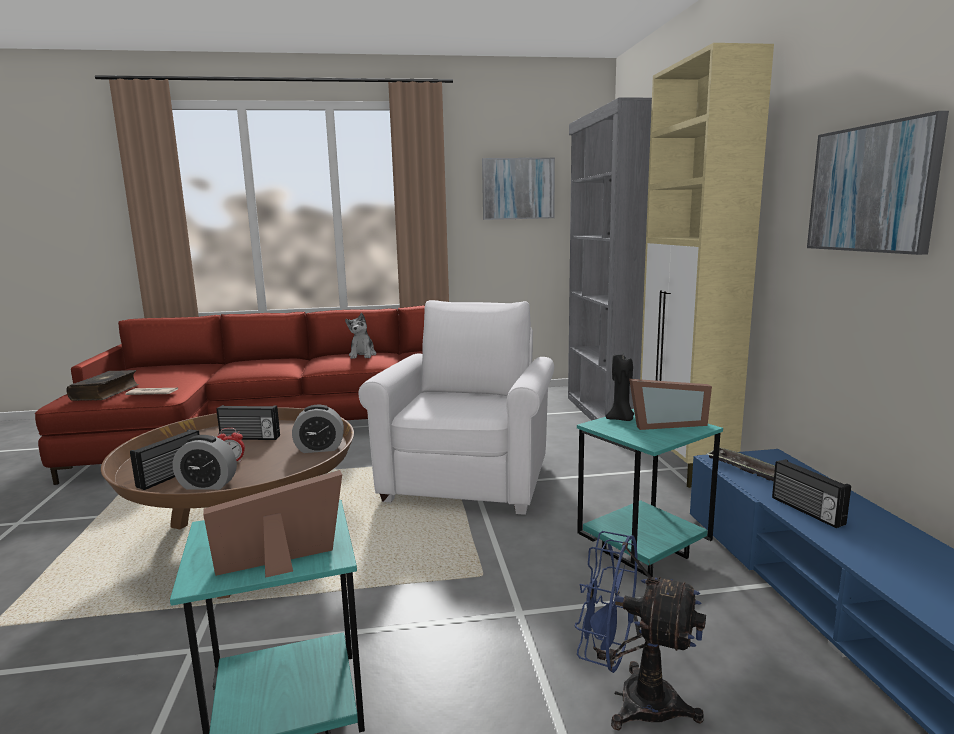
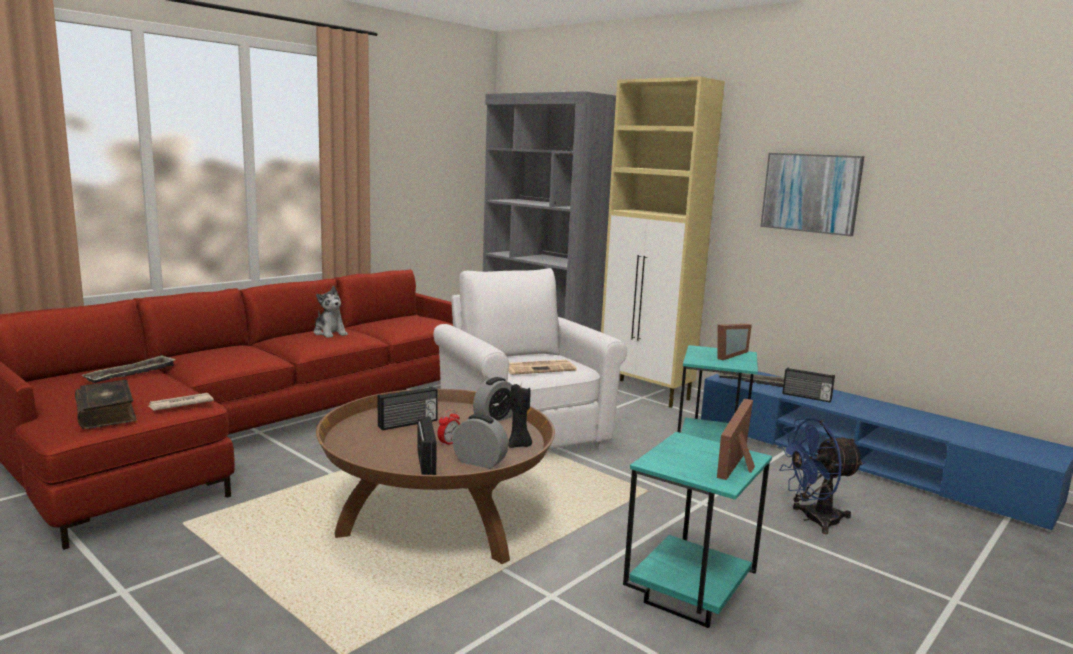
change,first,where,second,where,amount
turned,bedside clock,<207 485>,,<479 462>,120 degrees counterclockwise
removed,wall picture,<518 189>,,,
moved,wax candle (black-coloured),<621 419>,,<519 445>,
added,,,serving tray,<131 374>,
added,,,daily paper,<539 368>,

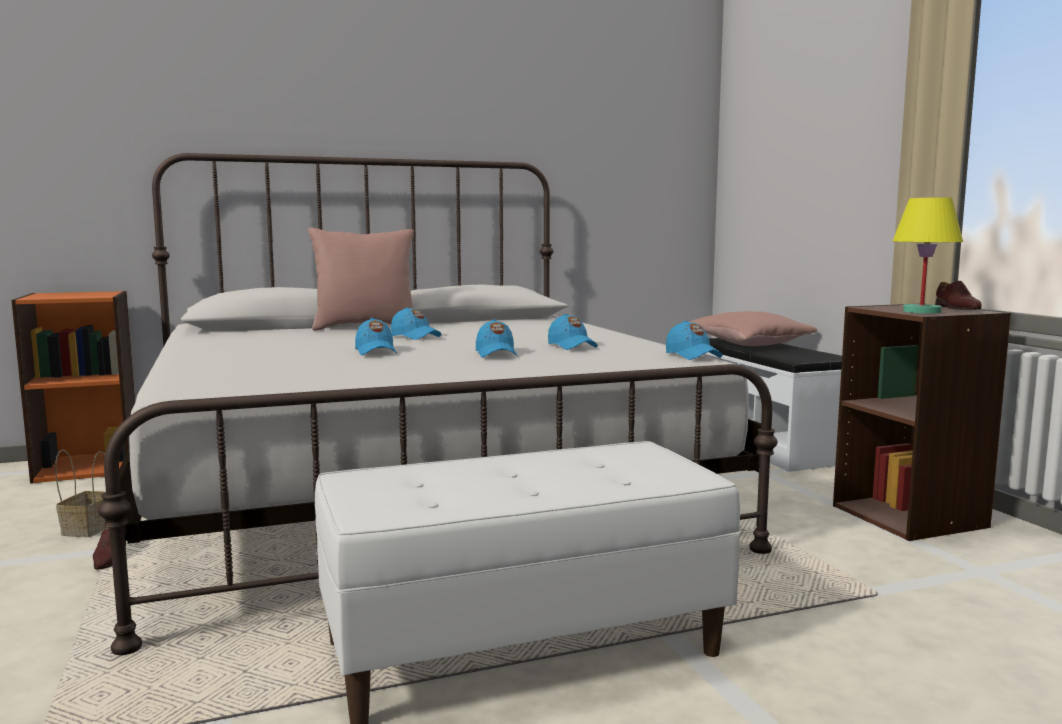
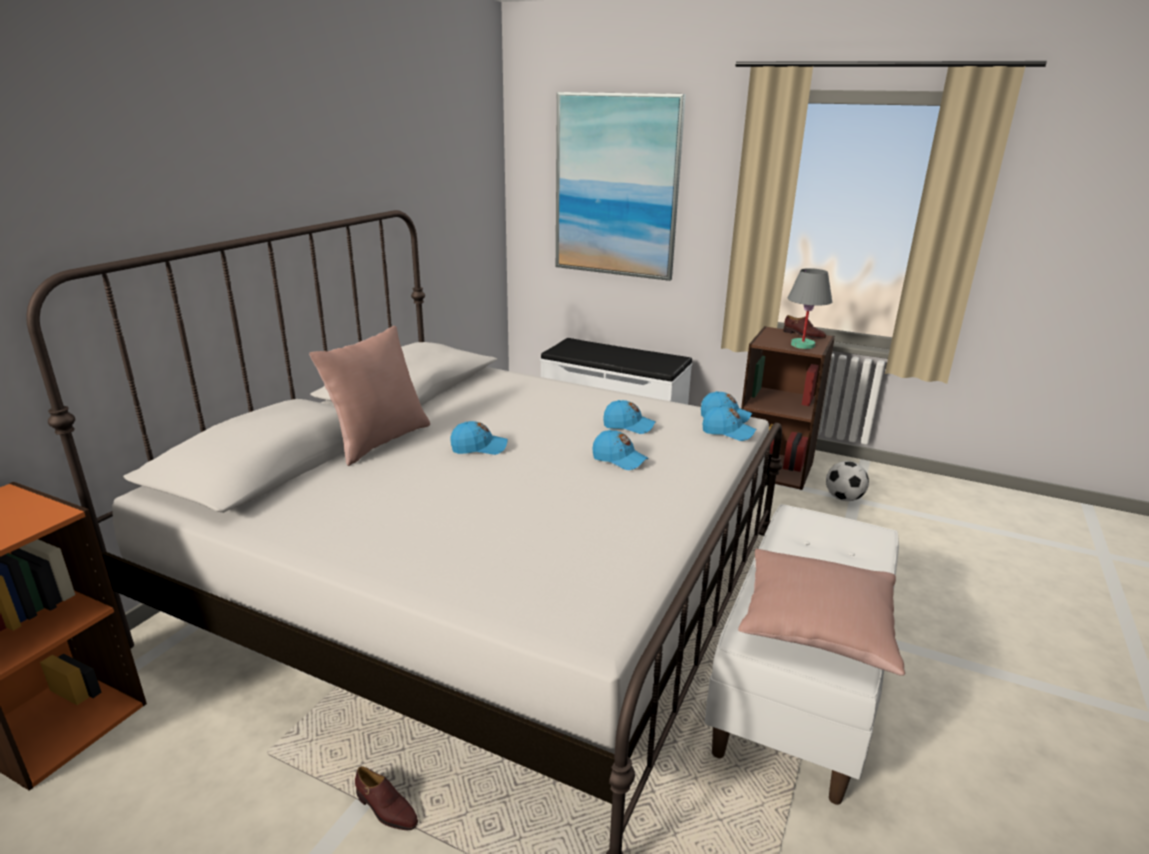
change,first,where,second,where,amount
removed,storage basket,<88 528>,,,
moved,baseball cap (bluish),<375 352>,,<728 432>,
moved,cushion (pink-coloured),<749 344>,,<816 625>,
recoloured,table lamp (yellow),<922 311>,table lamp (greyish),<802 345>,
added,,,wall picture,<616 187>,
added,,,football,<843 498>,

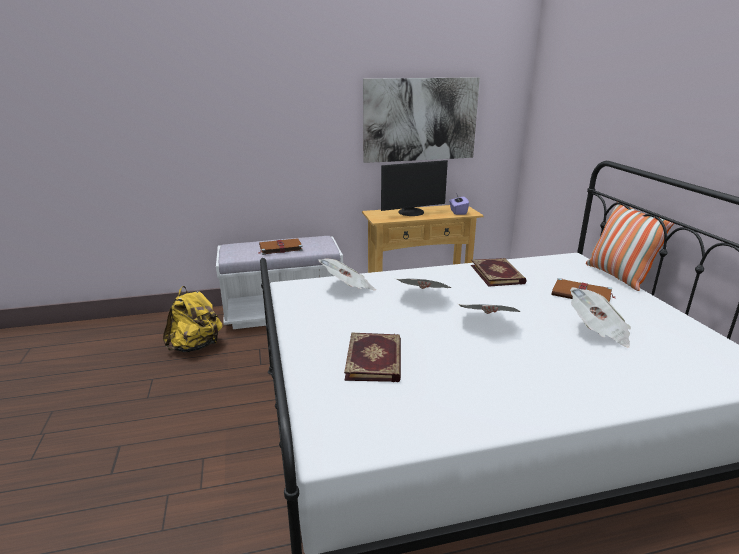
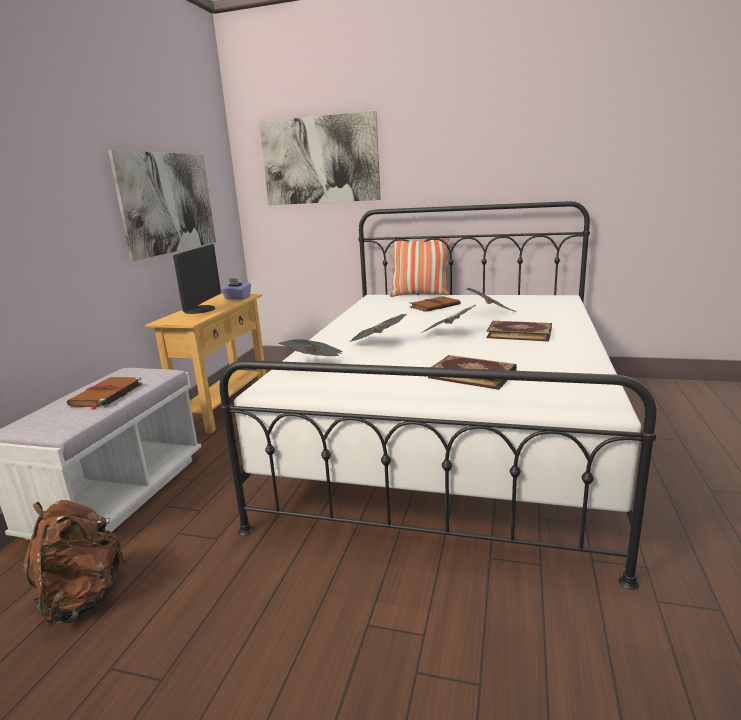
change,first,where,second,where,amount
recoloured,knapsack (yellow),<196 346>,knapsack (brown-coloured),<83 598>,
moved,volume,<498 274>,,<519 333>,
added,,,wall picture,<320 160>,

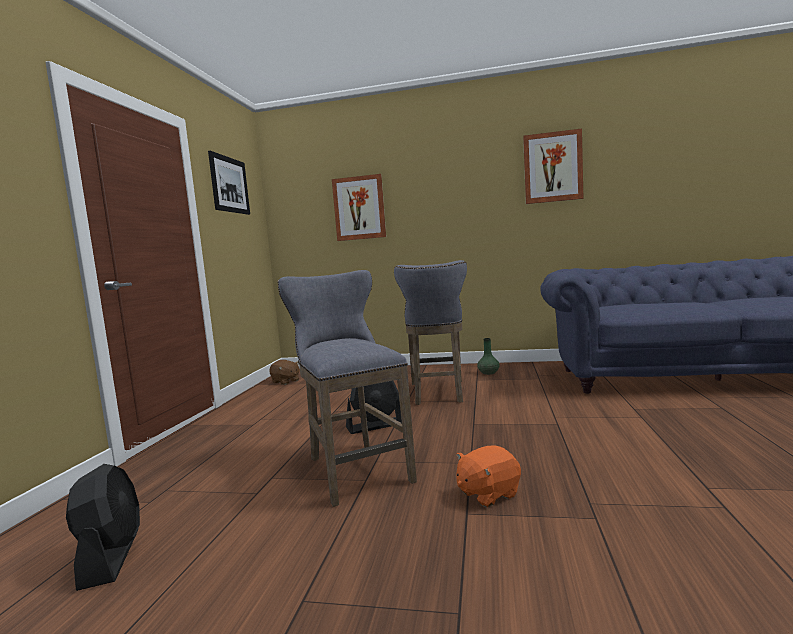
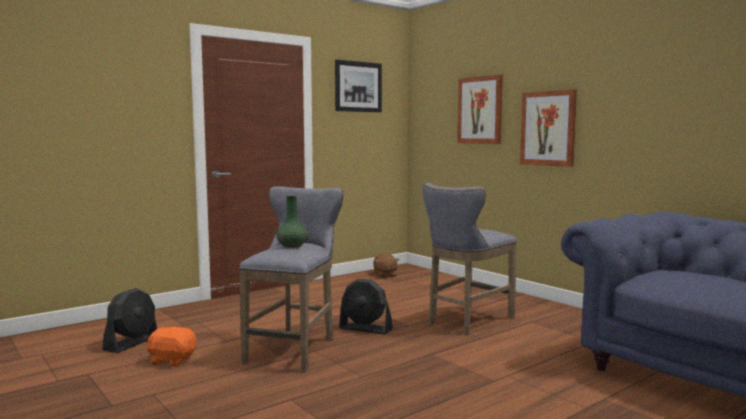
change,first,where,second,where,amount
moved,plush toy (orange),<487 493>,,<172 360>,
moved,flower vase (green),<488 373>,,<291 246>,
moved,wall picture,<552 167>,,<548 128>,

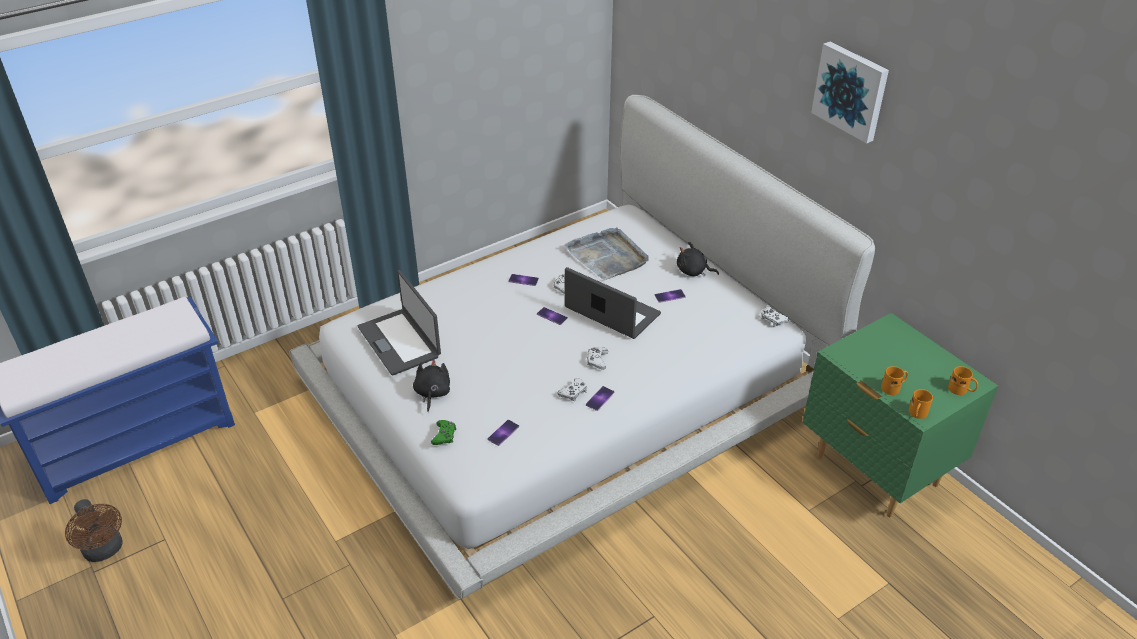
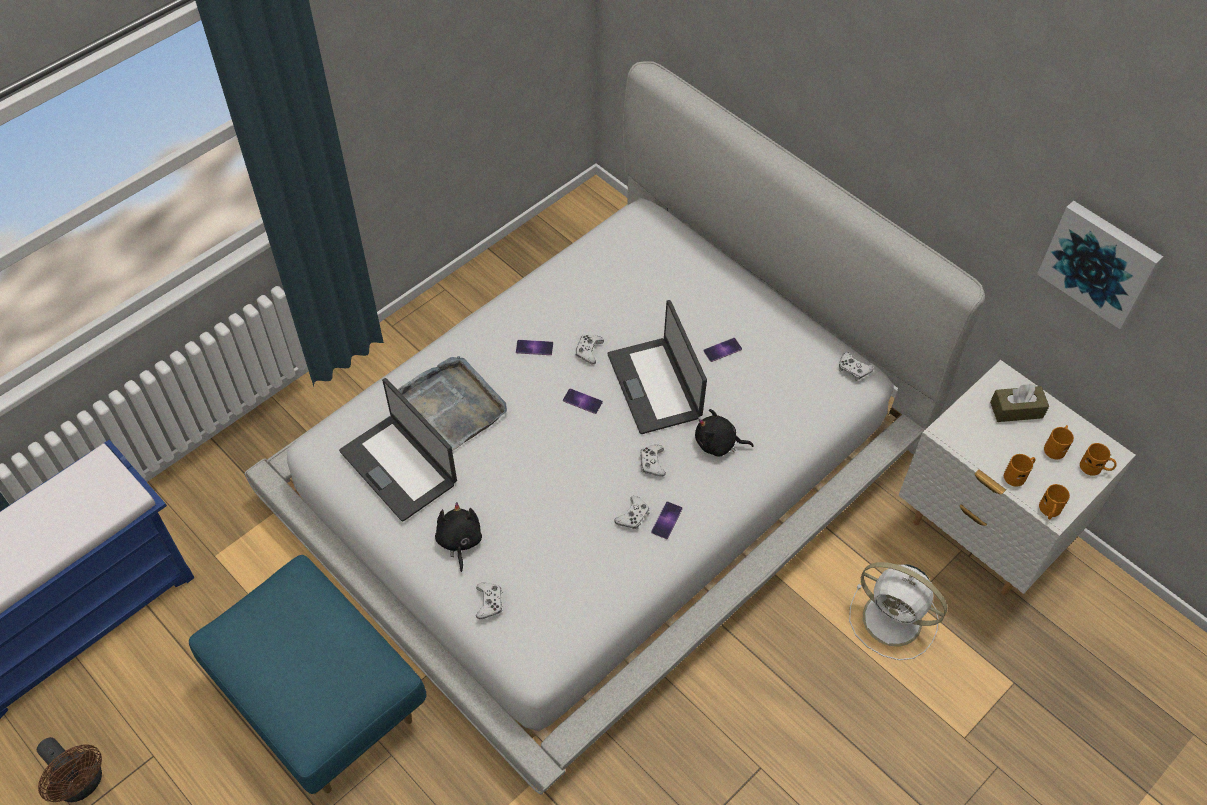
change,first,where,second,where,amount
recoloured,gamepad (green),<444 435>,gamepad (whitish),<489 602>,
removed,handset,<503 433>,,,
moved,serving tray (greyish),<608 256>,,<451 406>,
turned,notebook computer,<611 312>,,<655 385>,135 degrees counterclockwise
moved,plush toy (black-coloured),<693 271>,,<718 444>,
recoloured,bedside table (green),<875 471>,bedside table (whitish),<982 534>,
moved,wall picture,<851 91>,,<1100 262>,
added,,,pouffe (bluish),<322 699>,
added,,,fan (whitish),<894 620>,
added,,,tissue box (brown-coloured),<1016 410>,
added,,,coffee mug (orange),<1056 446>,

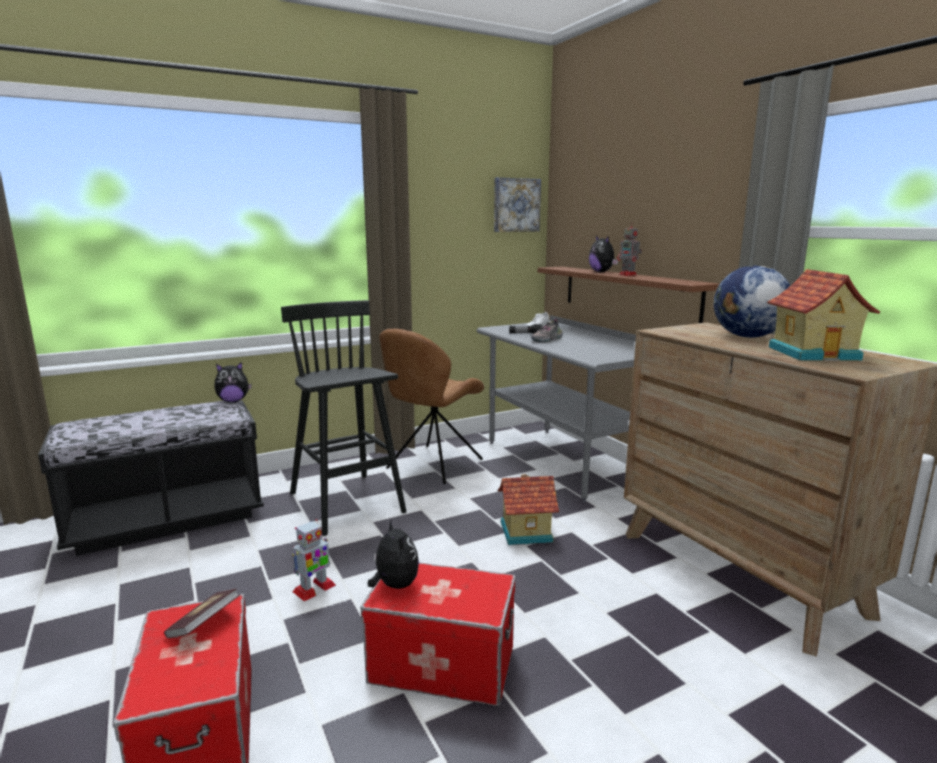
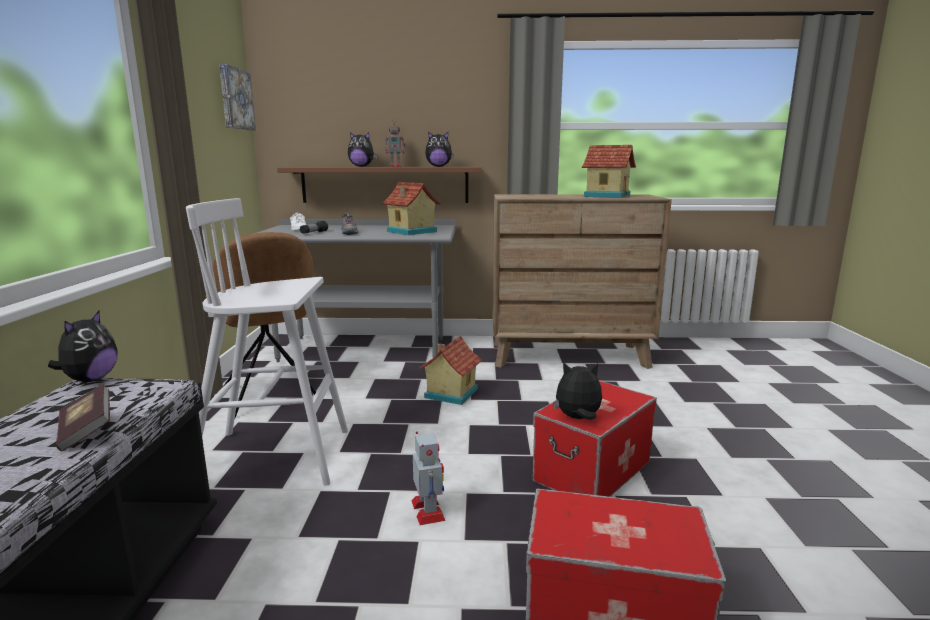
change,first,where,second,where,amount
moved,volume,<204 625>,,<87 431>,
recoloured,stool seat (black-coloured),<347 504>,stool seat (whitish),<277 457>,
removed,desk globe,<747 336>,,,
added,,,miniature house,<410 232>,
added,,,plush toy,<438 166>,

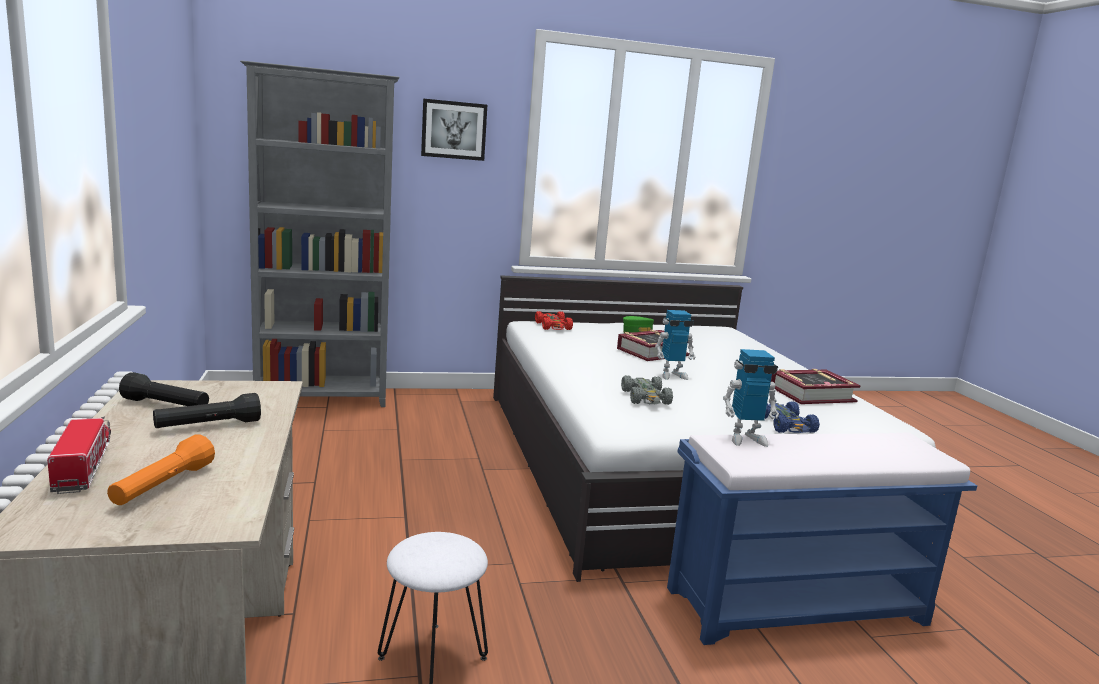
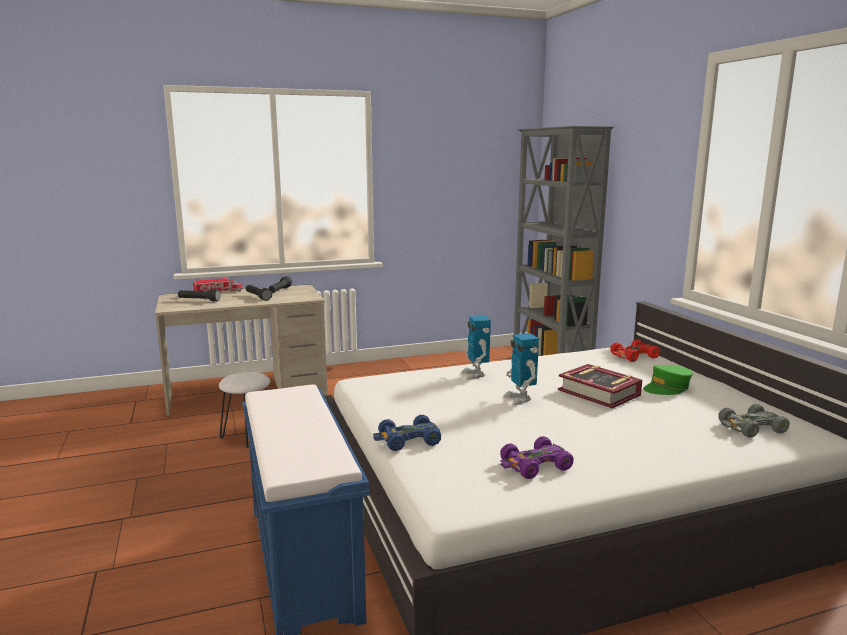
change,first,where,second,where,amount
recoloured,hand torch (orange),<162 486>,hand torch (black-coloured),<199 300>,
removed,wall picture,<454 130>,,,
moved,toy car (greyish),<646 398>,,<751 428>,
moved,robot figure,<745 438>,,<475 375>,
replaced,volume,<811 394>,toy car (purple-coloured),<535 466>,

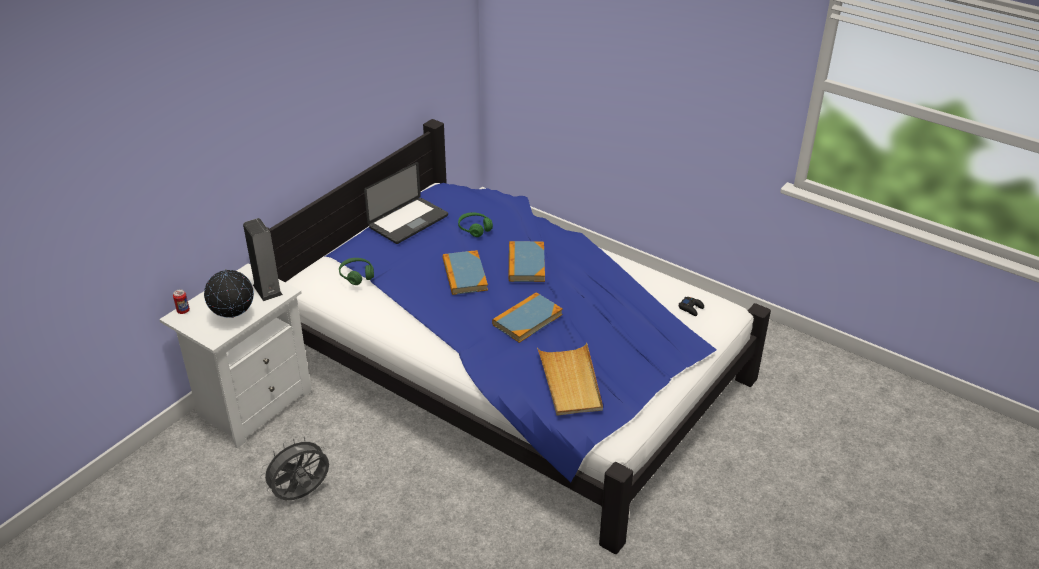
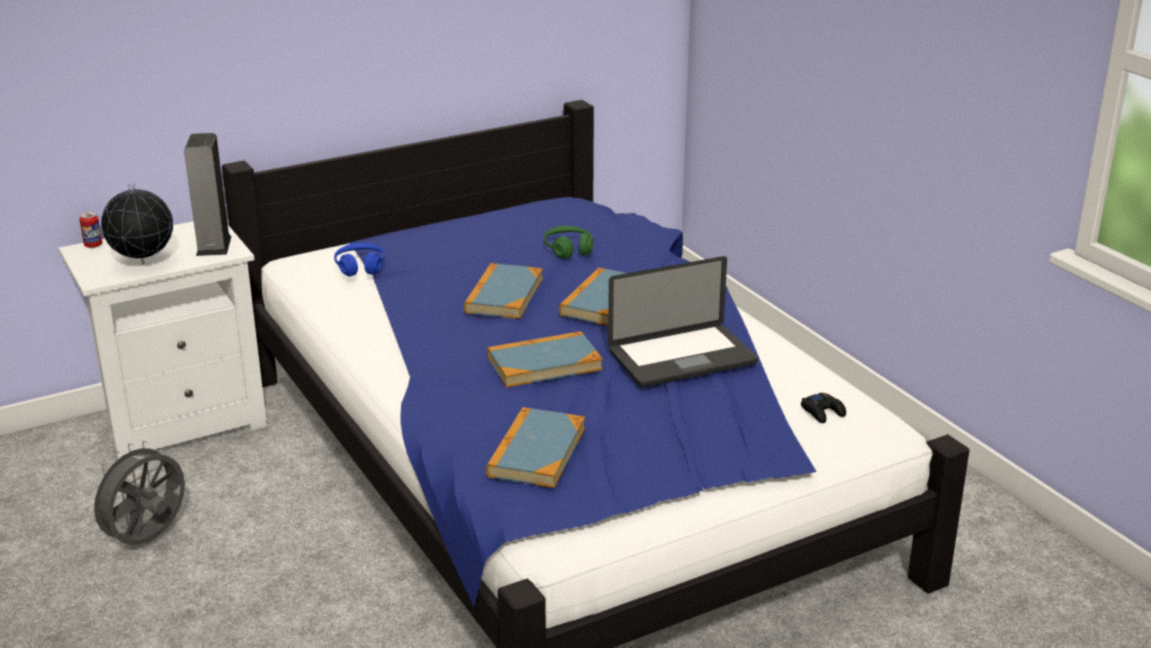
change,first,where,second,where,amount
turned,fan (greyish),<301 495>,,<148 540>,45 degrees counterclockwise
recoloured,headset (green),<357 275>,headset (bluish),<360 267>,
moved,notebook computer,<408 222>,,<682 358>,
replaced,serving tray (sand-coloured),<570 382>,volume,<536 452>,

